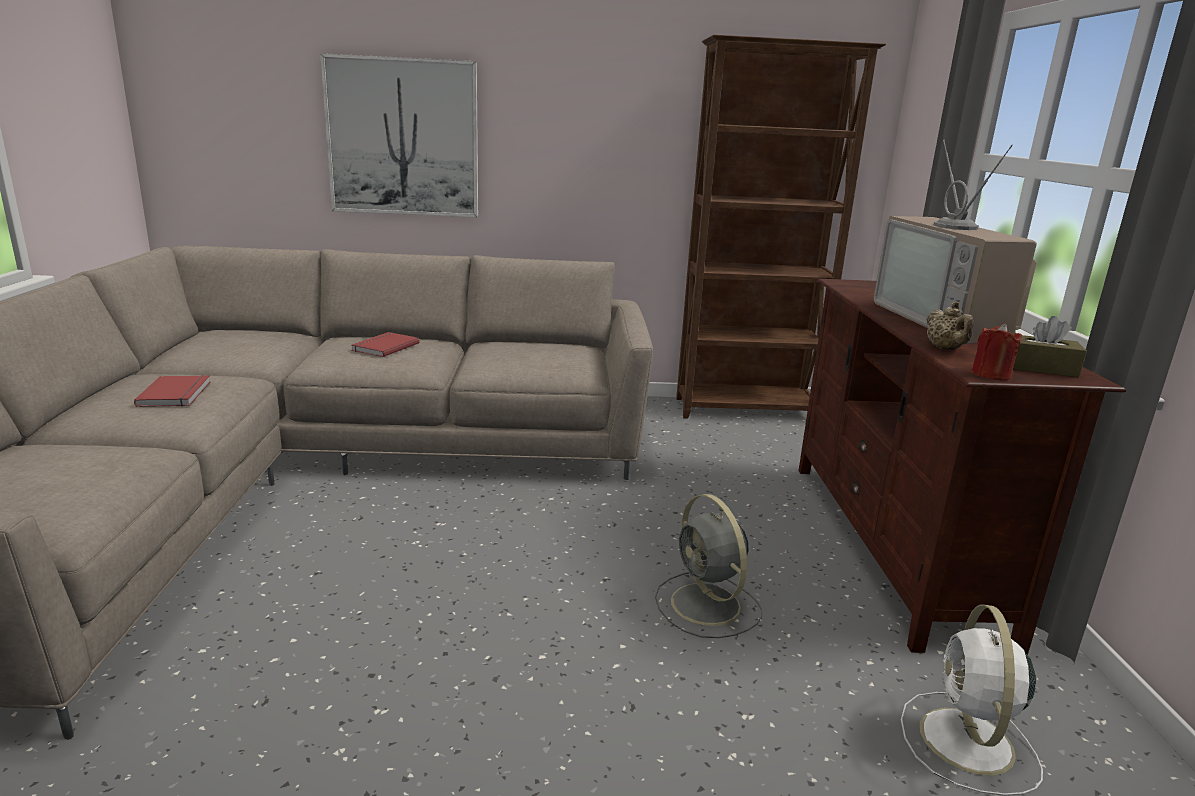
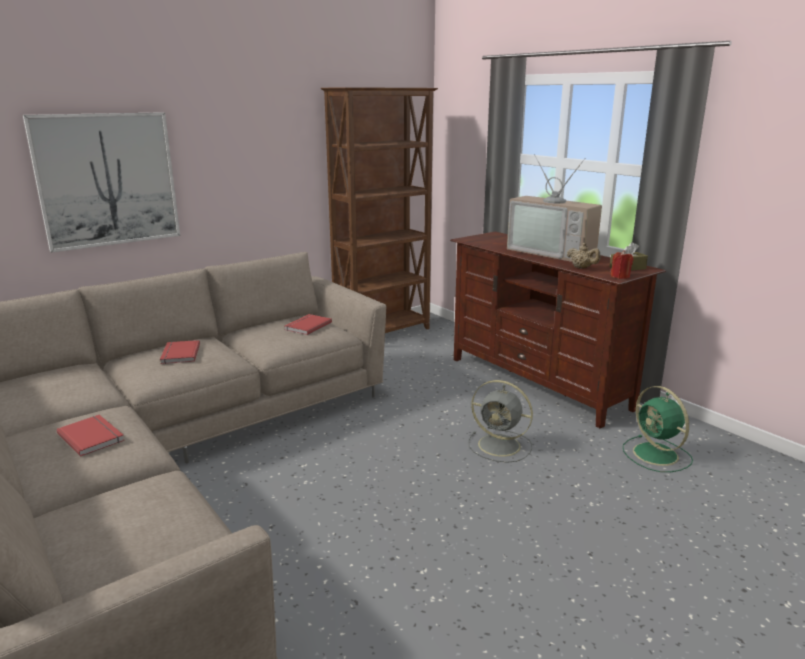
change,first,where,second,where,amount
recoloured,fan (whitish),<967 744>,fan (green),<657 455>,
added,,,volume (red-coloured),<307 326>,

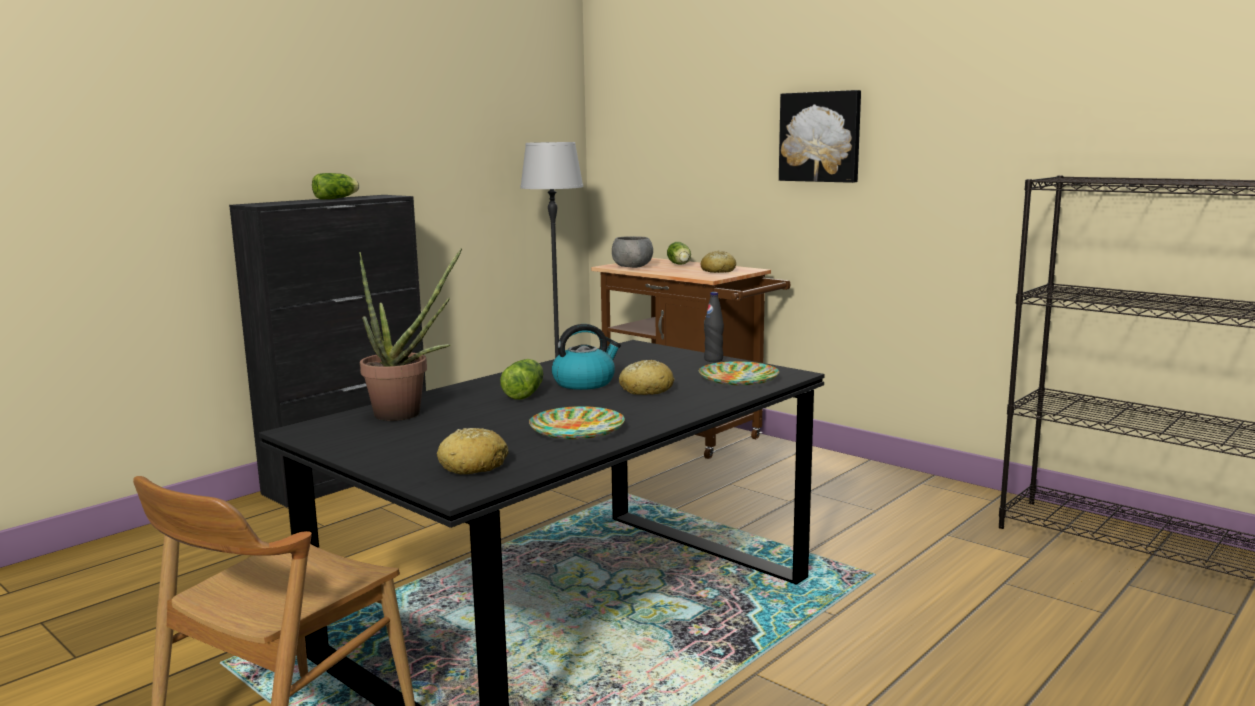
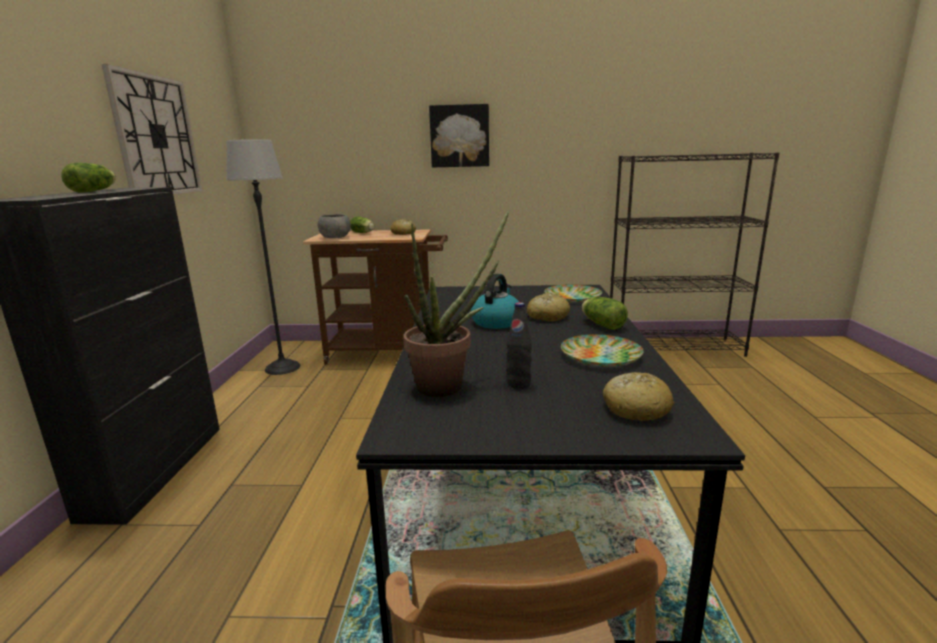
change,first,where,second,where,amount
moved,lettuce,<525 393>,,<601 324>,
moved,drink bottle (black-coloured),<713 360>,,<518 384>,
added,,,clock on the wall,<156 136>,

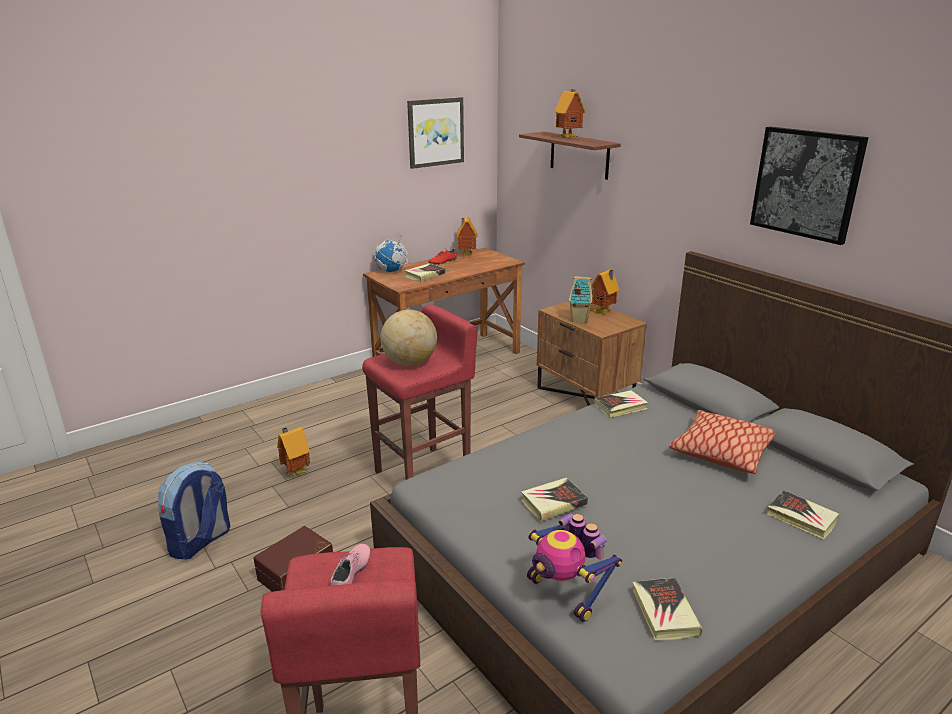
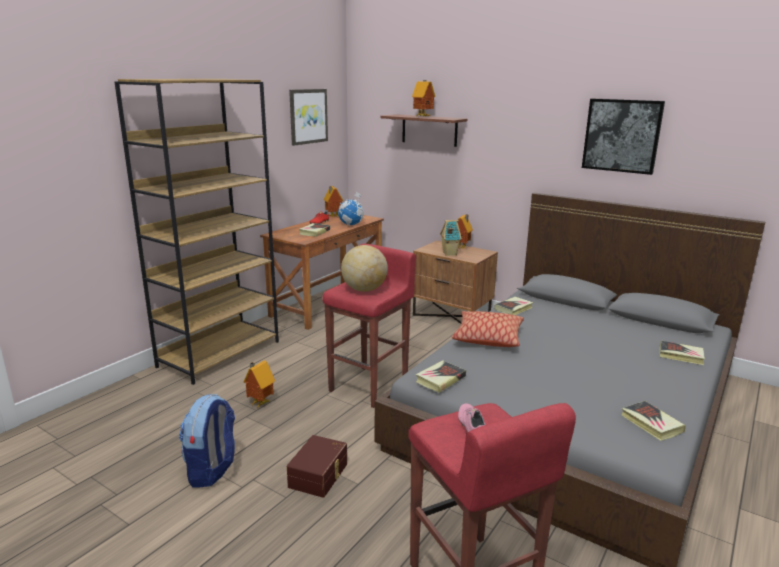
change,first,where,second,where,amount
moved,desk globe,<392 271>,,<351 224>,
moved,volume,<553 503>,,<440 379>,
removed,robot figure,<566 593>,,,
moved,cushion,<722 451>,,<487 337>,
added,,,bookshelf (brown-coloured),<220 353>,

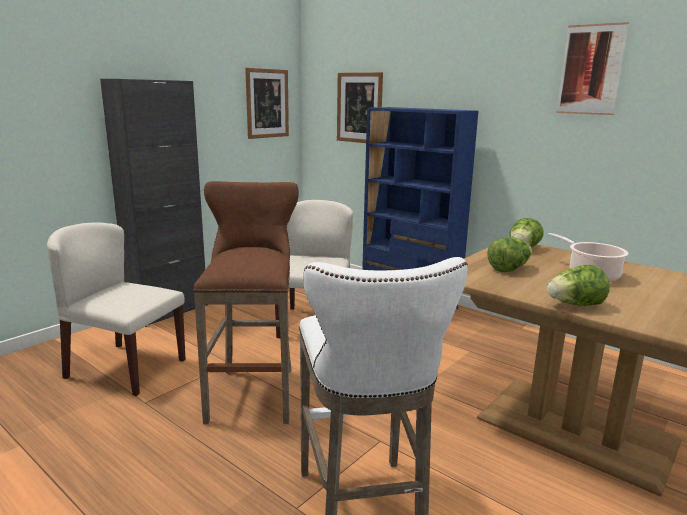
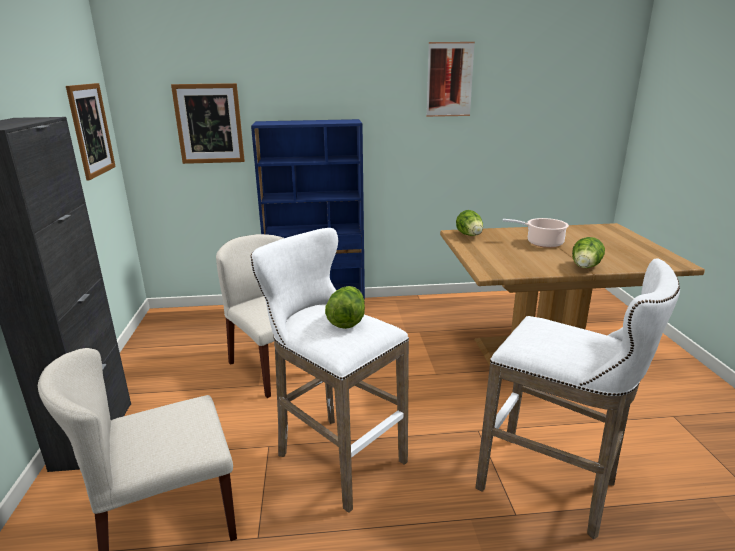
change,first,where,second,where,amount
recoloured,stool seat (brown-coloured),<253 391>,stool seat (whitish),<335 456>,
moved,lettuce,<509 269>,,<347 321>,

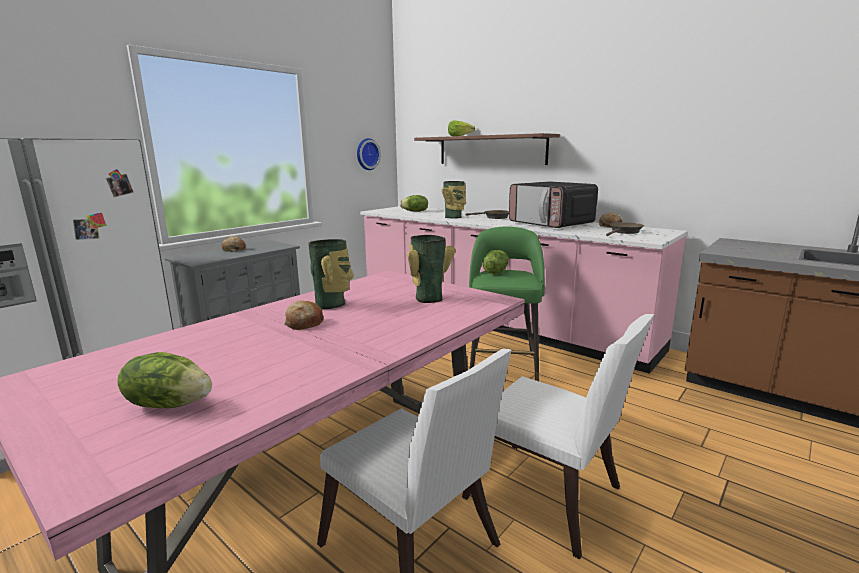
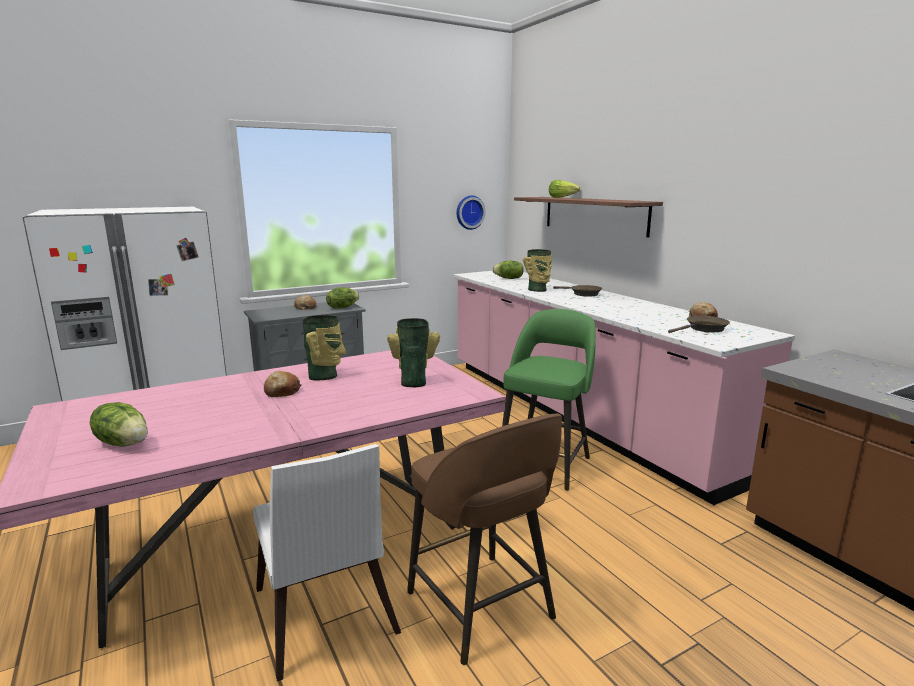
change,first,where,second,where,amount
replaced,chair (whitish),<550 499>,stool seat (brown-coloured),<482 608>,
moved,lettuce,<495 272>,,<342 307>,
removed,microwave,<551 224>,,,

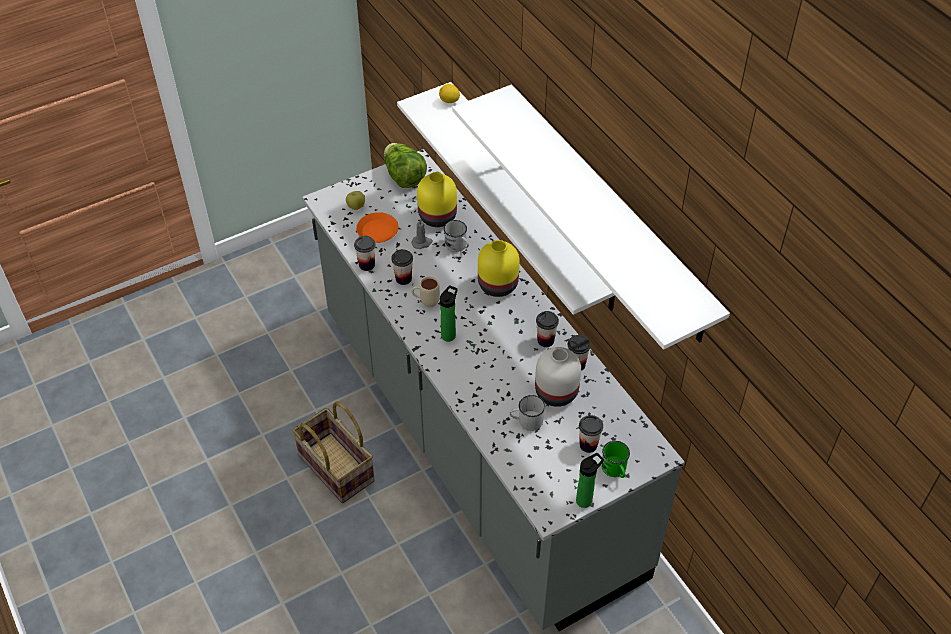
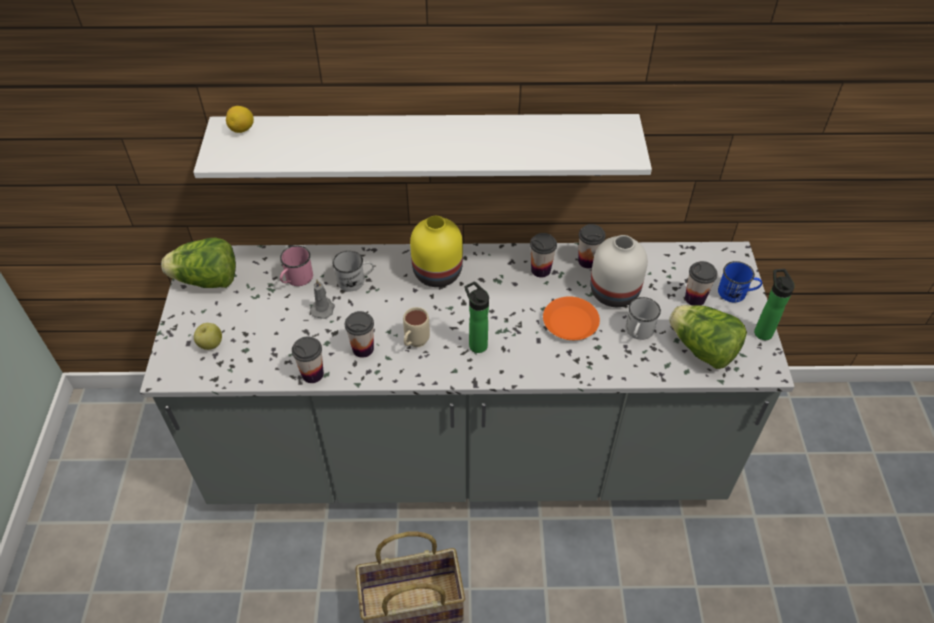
change,first,where,second,where,amount
moved,plate (orange),<377 231>,,<570 322>,
replaced,flower vase (yellow),<436 217>,coffee mug (pink-coloured),<296 279>,
removed,bracket shelf (whitish),<608 213>,,,
recoloured,coffee mug (green),<615 470>,coffee mug (bluish),<736 293>,
added,,,lettuce,<702 349>,

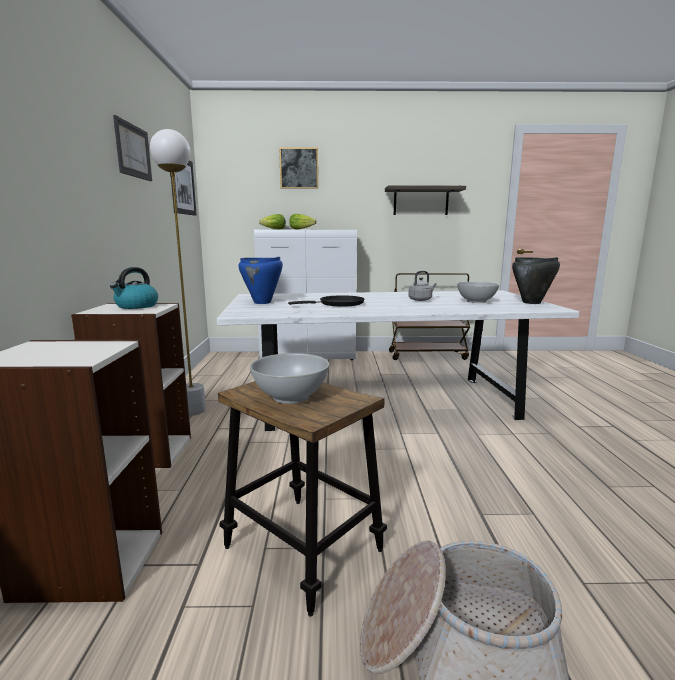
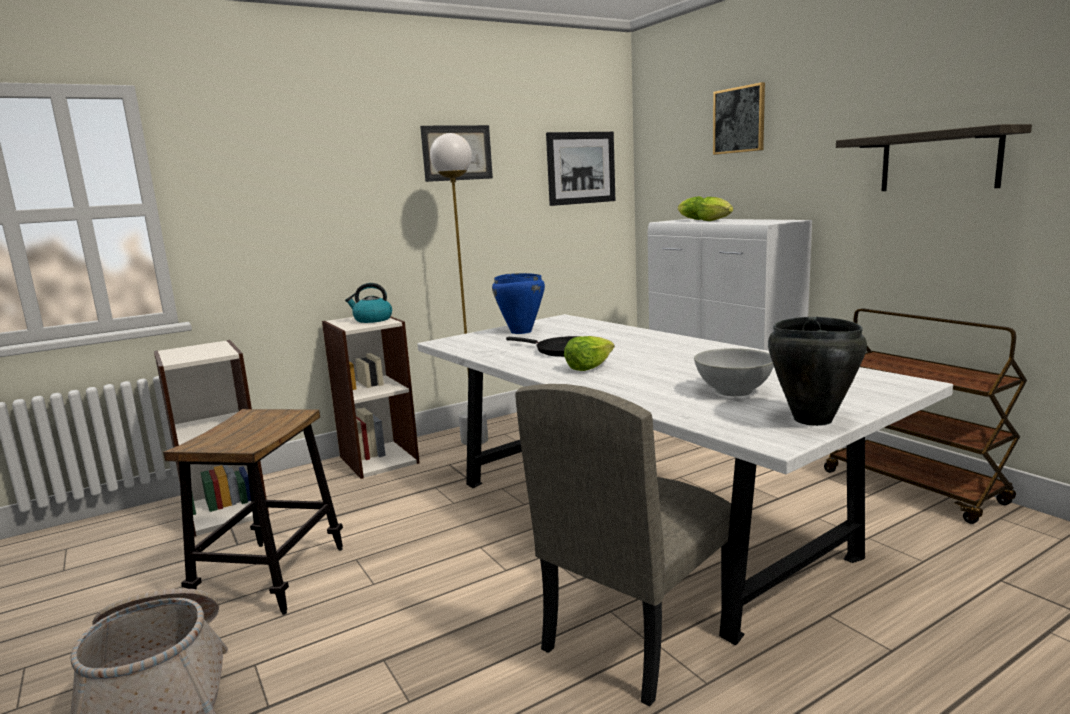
change,first,where,second,where,amount
removed,bowl (whitish),<290 397>,,,
removed,kettle (greyish),<421 300>,,,
added,,,chair (sand-coloured),<637 632>,
added,,,lettuce,<588 367>,

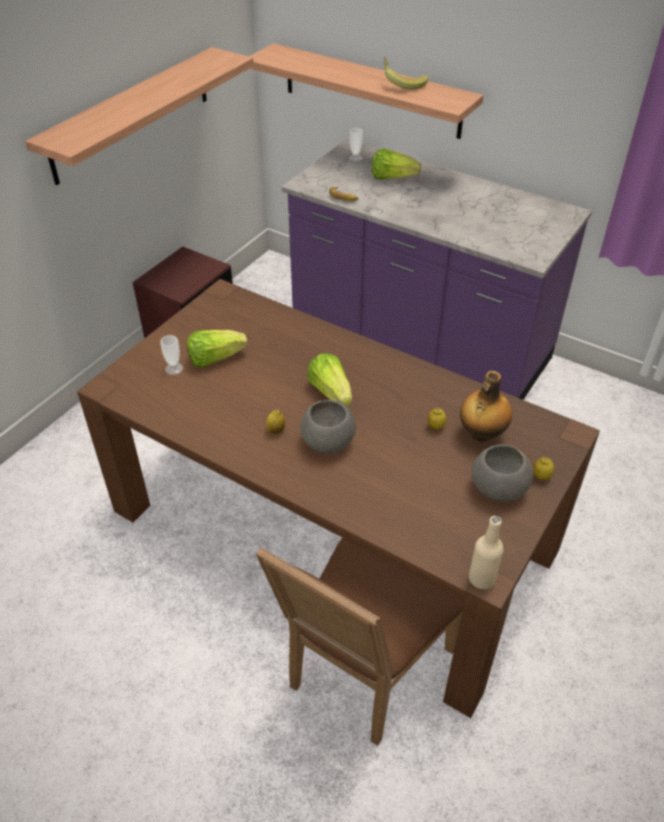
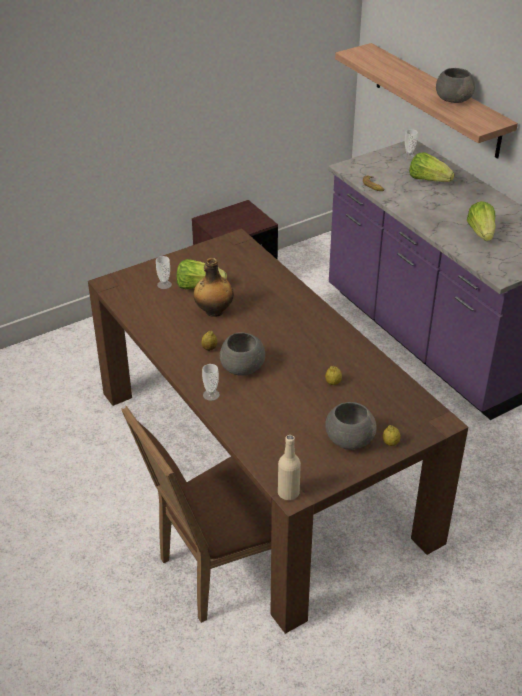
change,first,where,second,where,amount
removed,bracket shelf,<132 114>,,,
moved,lettuce,<331 392>,,<481 233>,
replaced,whole banana,<403 84>,bowl (greyish),<453 99>,
moved,drink bottle,<481 434>,,<214 311>,
added,,,cup,<211 395>,

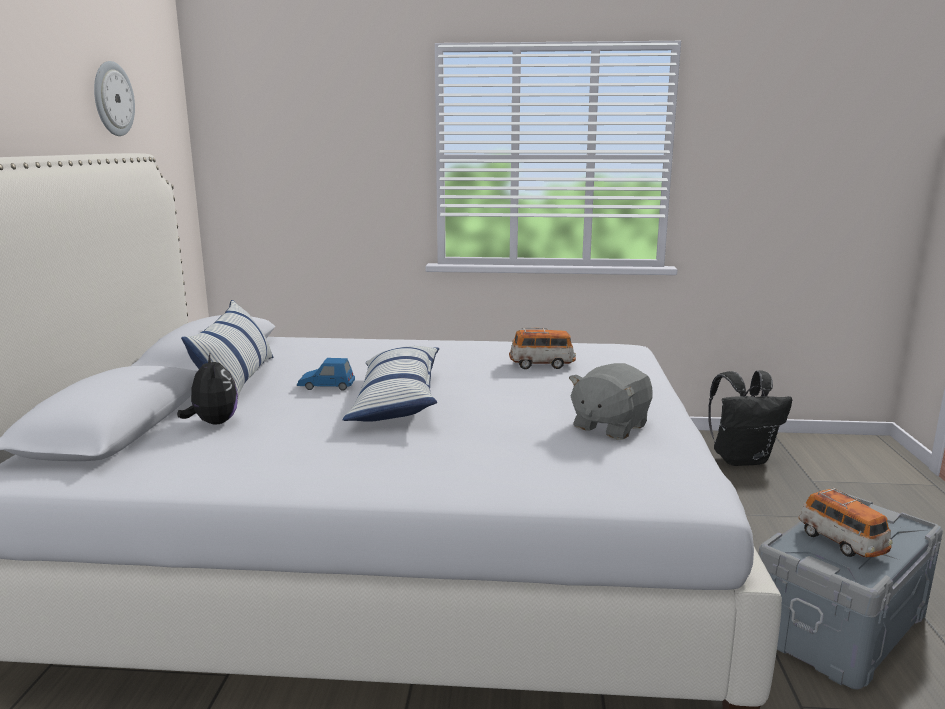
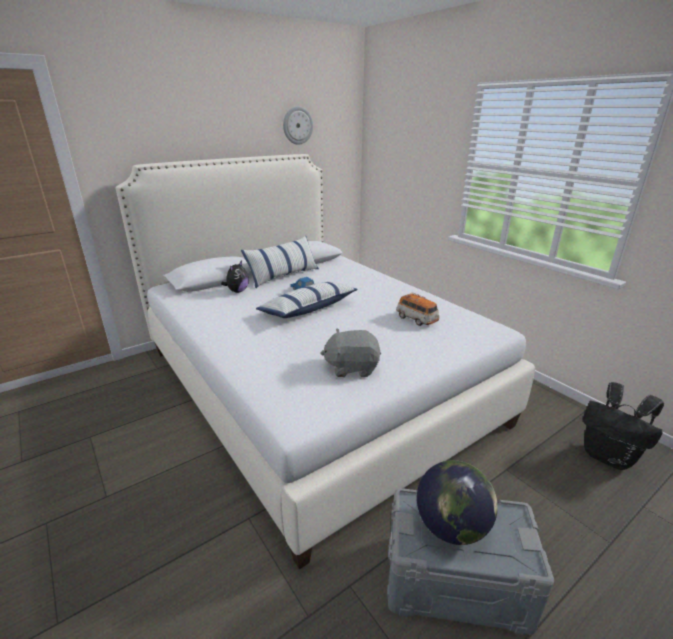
change,first,where,second,where,amount
replaced,toy car,<841 542>,desk globe,<452 527>,

